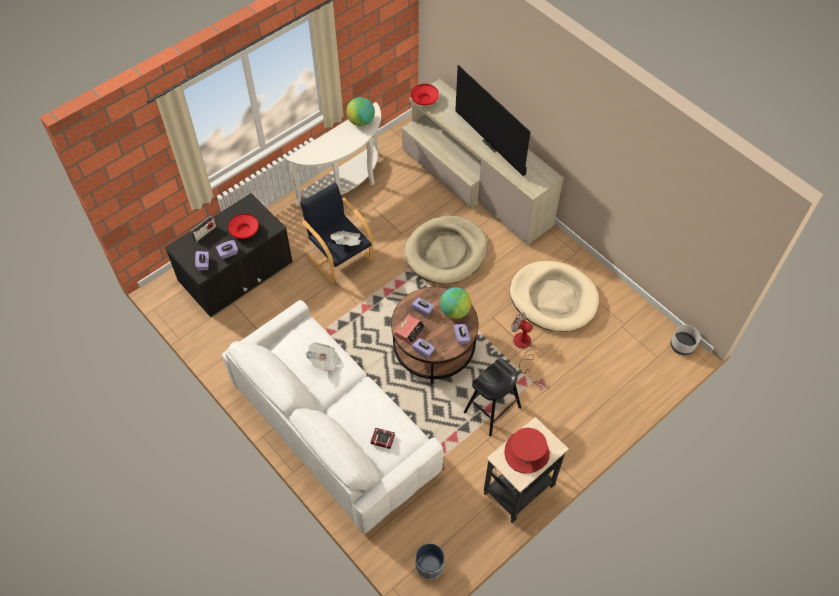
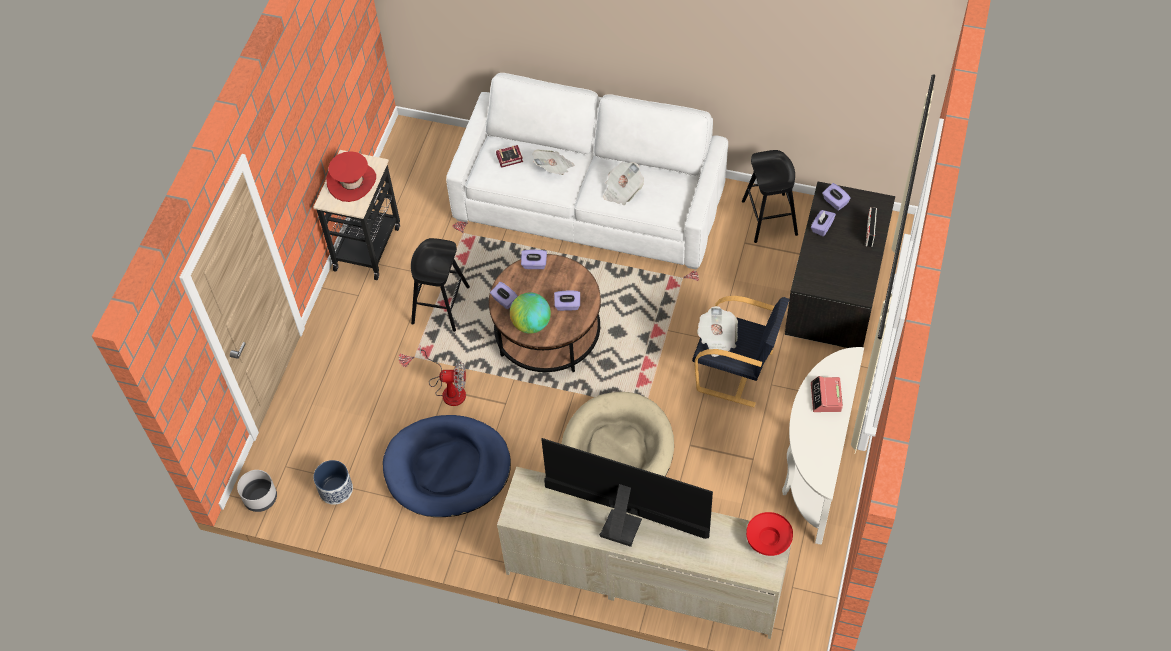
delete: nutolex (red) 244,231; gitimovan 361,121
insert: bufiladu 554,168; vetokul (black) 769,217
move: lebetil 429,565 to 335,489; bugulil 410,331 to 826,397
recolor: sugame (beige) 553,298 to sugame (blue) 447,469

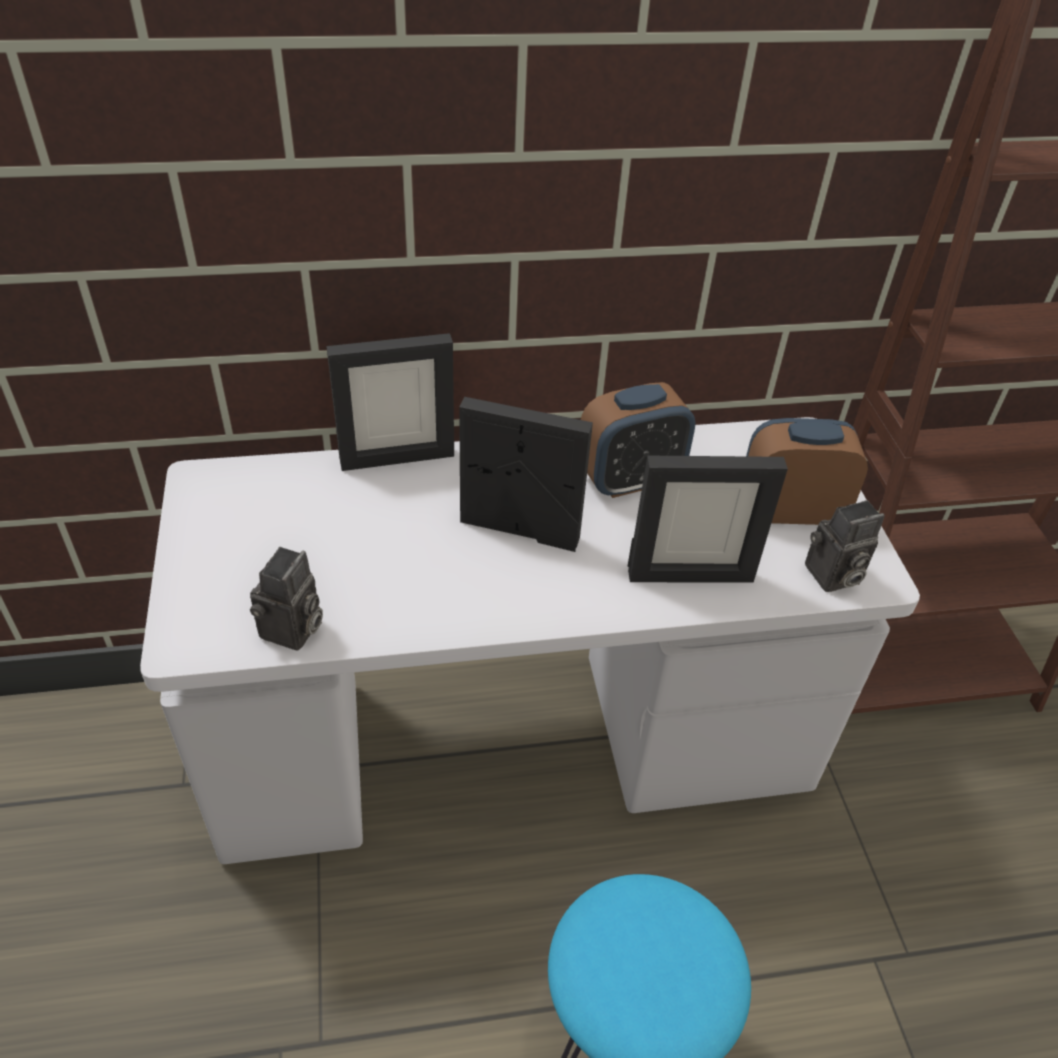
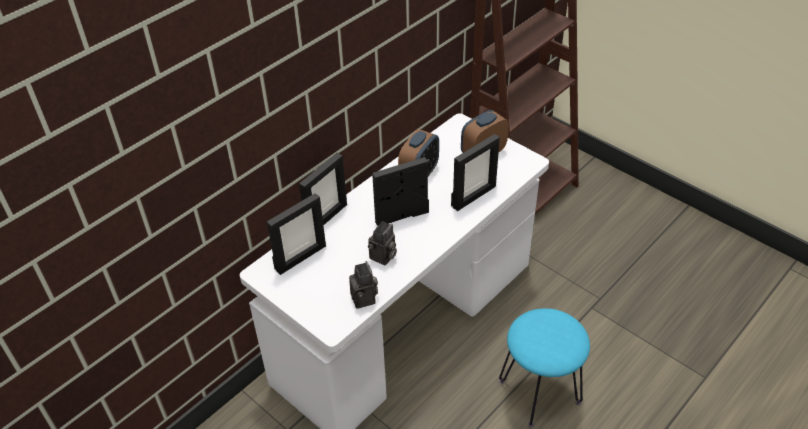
insert: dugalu 300,257
move: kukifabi 832,576 to 383,257

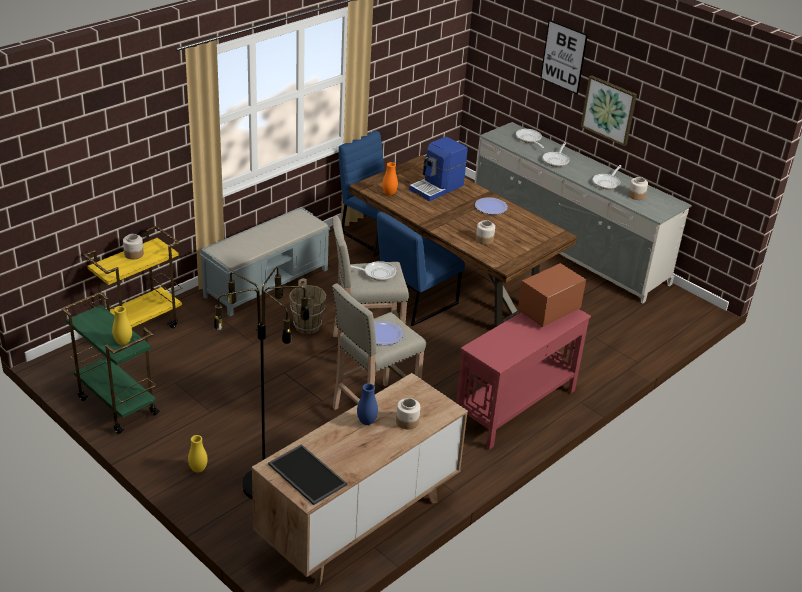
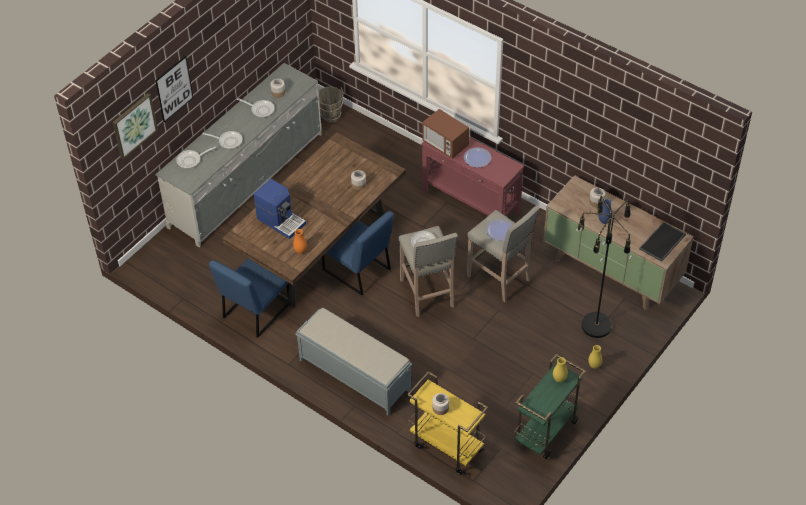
move: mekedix 609,110 to 134,125; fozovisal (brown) 307,326 to 331,115; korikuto 491,207 to 477,158

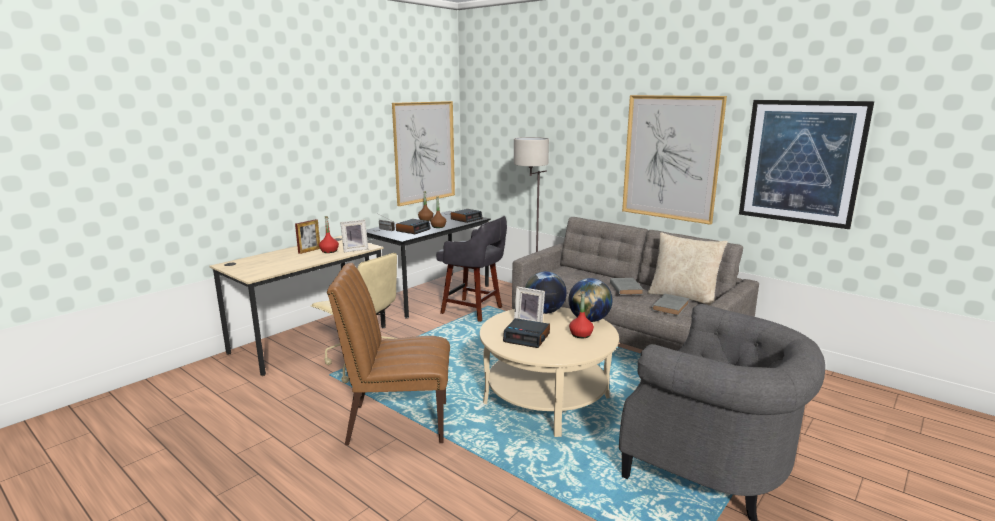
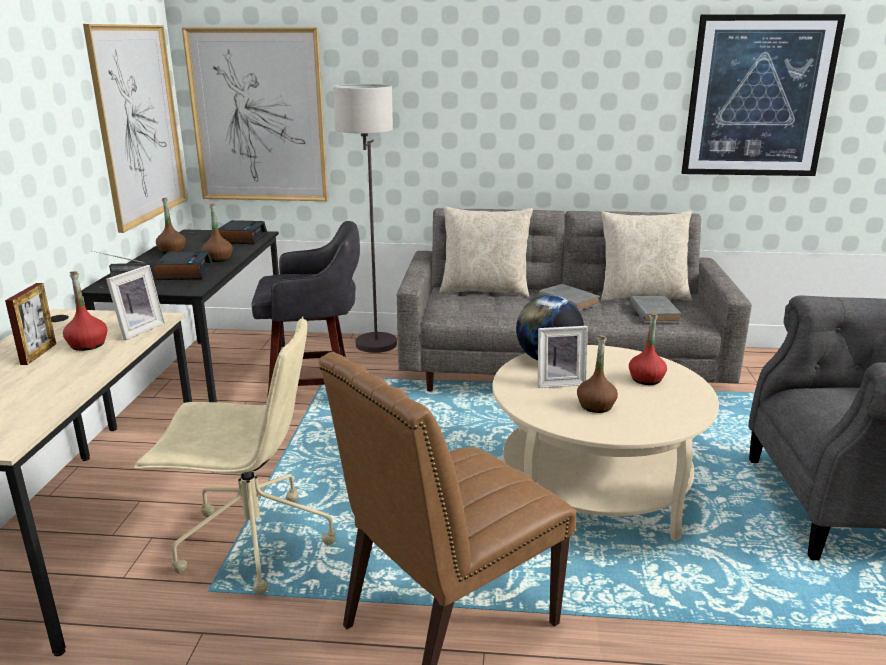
delete: gitimovan 589,320
insert: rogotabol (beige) 485,290
move: mekedix 671,158 to 258,116
replace: bugulil 527,338 to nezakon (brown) 596,406

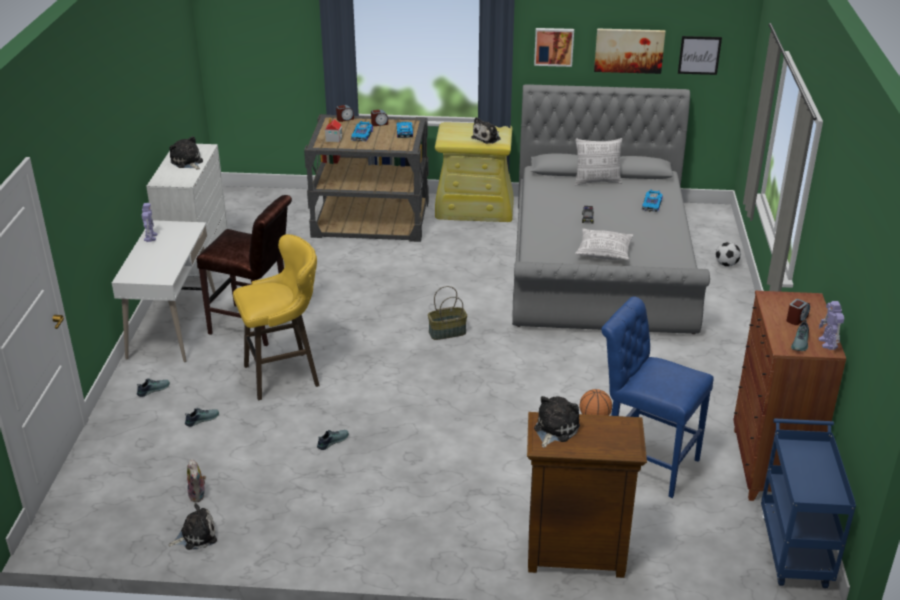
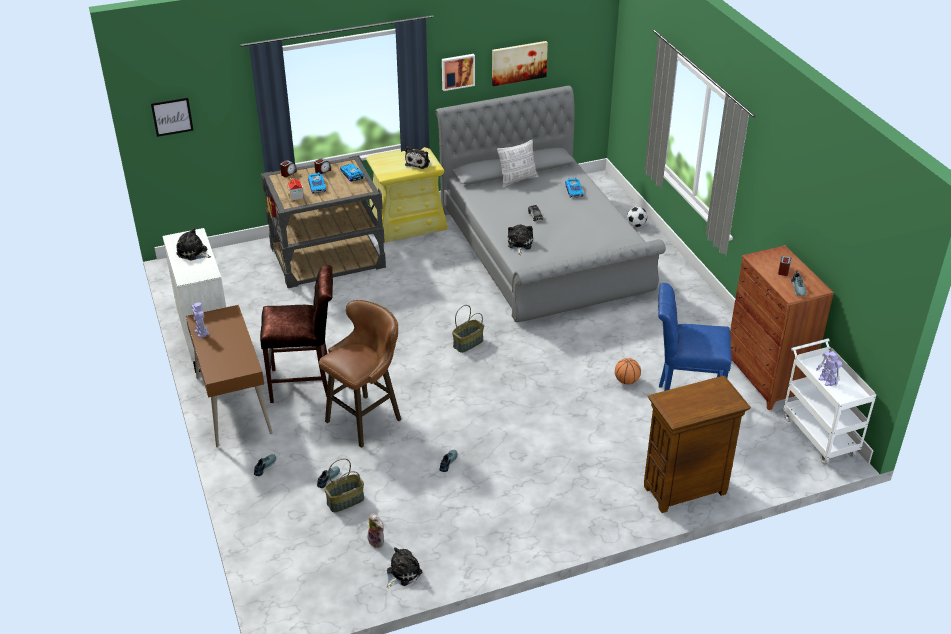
delete: rogotabol 604,252
insert: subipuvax 345,501
move: mekedix 699,55 to 172,116; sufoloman 554,429 to 519,244; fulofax 828,343 to 827,381
recolor: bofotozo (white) 172,326 to bofotozo (brown) 233,405; vetokul (yellow) 285,375 to vetokul (brown) 366,419; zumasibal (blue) 793,550 to zumasibal (white) 817,436

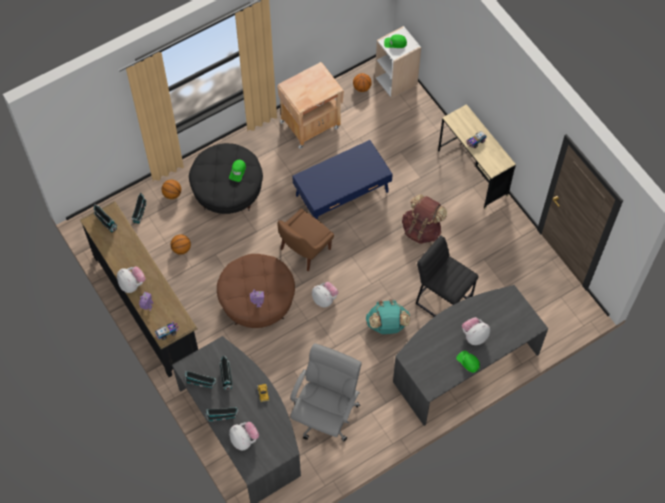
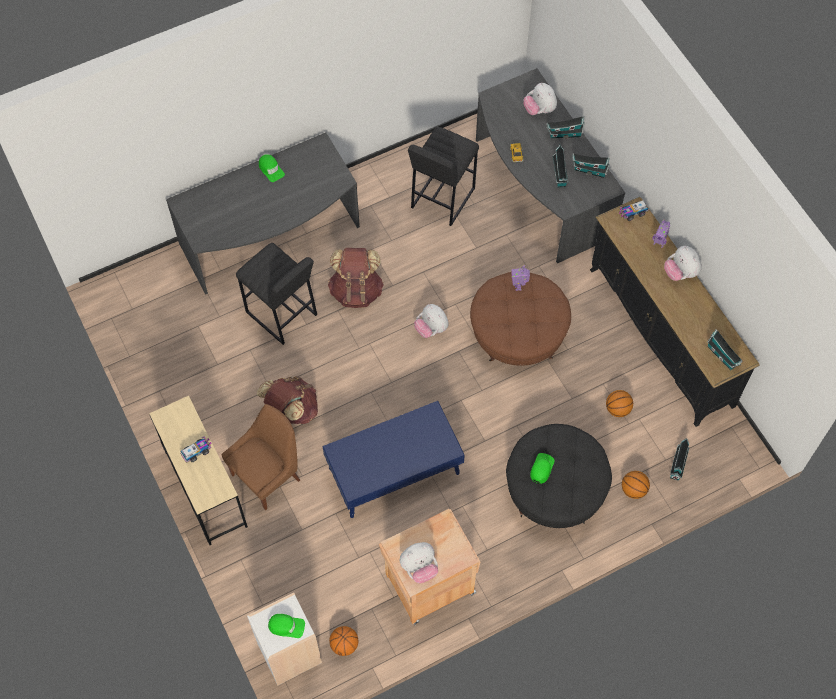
move: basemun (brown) 304,250 to 268,475; sufoloman 474,336 to 419,567
replace: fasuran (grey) 325,413 to vetokul (black) 442,199
recolor: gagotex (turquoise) 387,325 to gagotex (brown) 356,291

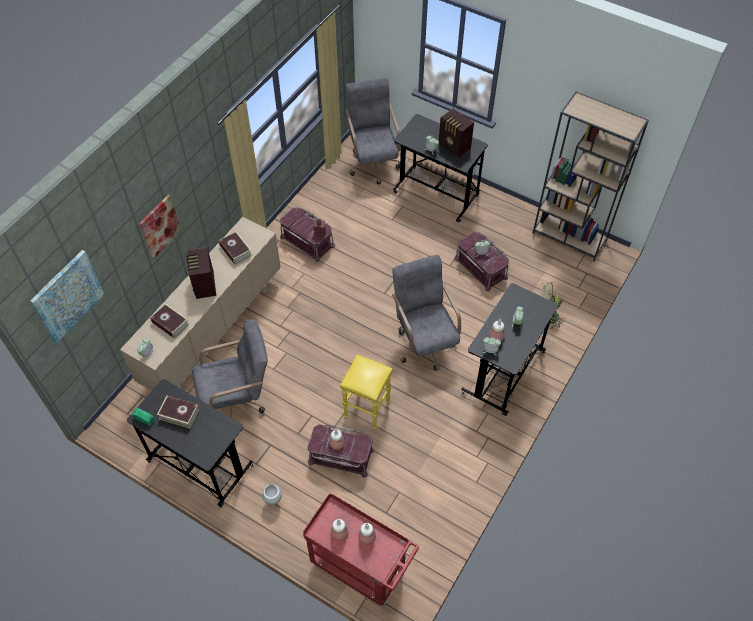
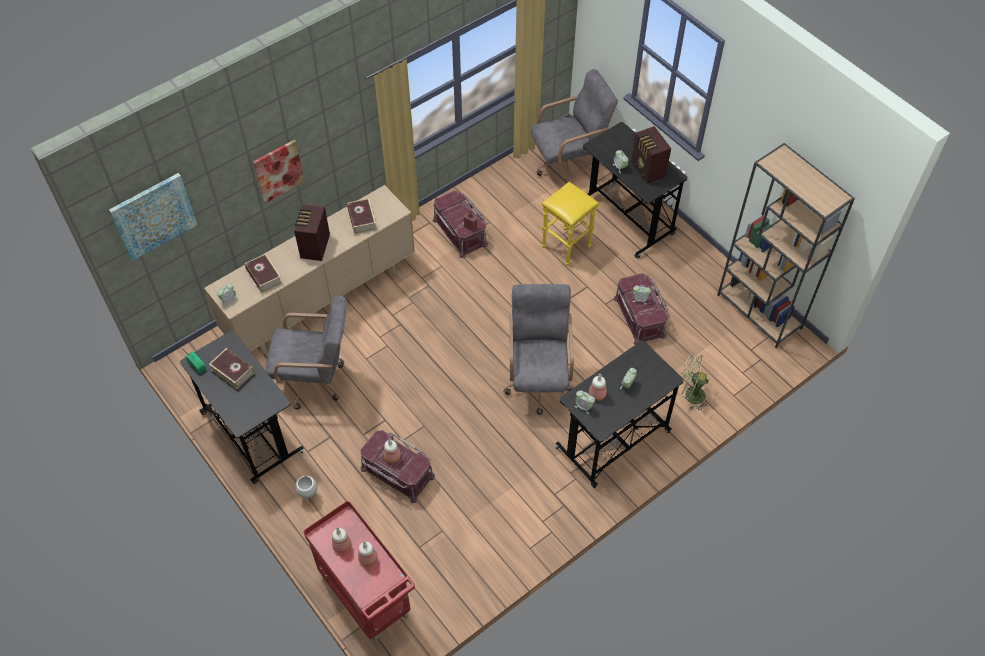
move: vetokul (yellow) 365,409 to 565,246
rotate: fasuran (grey) 372,164 = 569,166 60 degrees clockwise

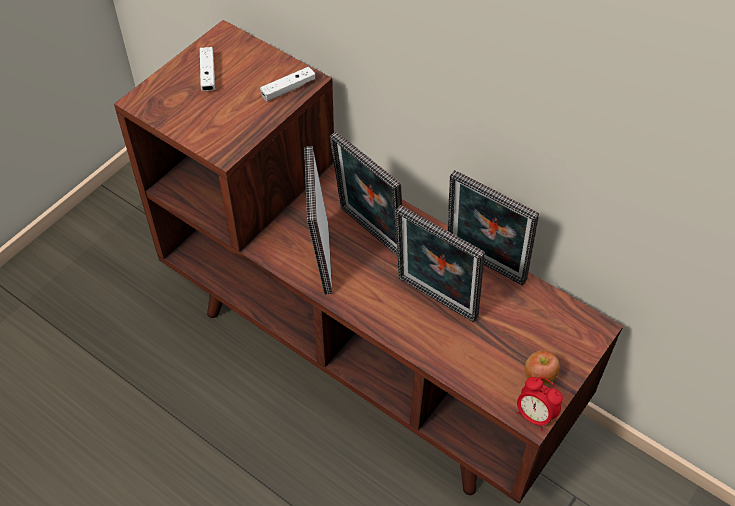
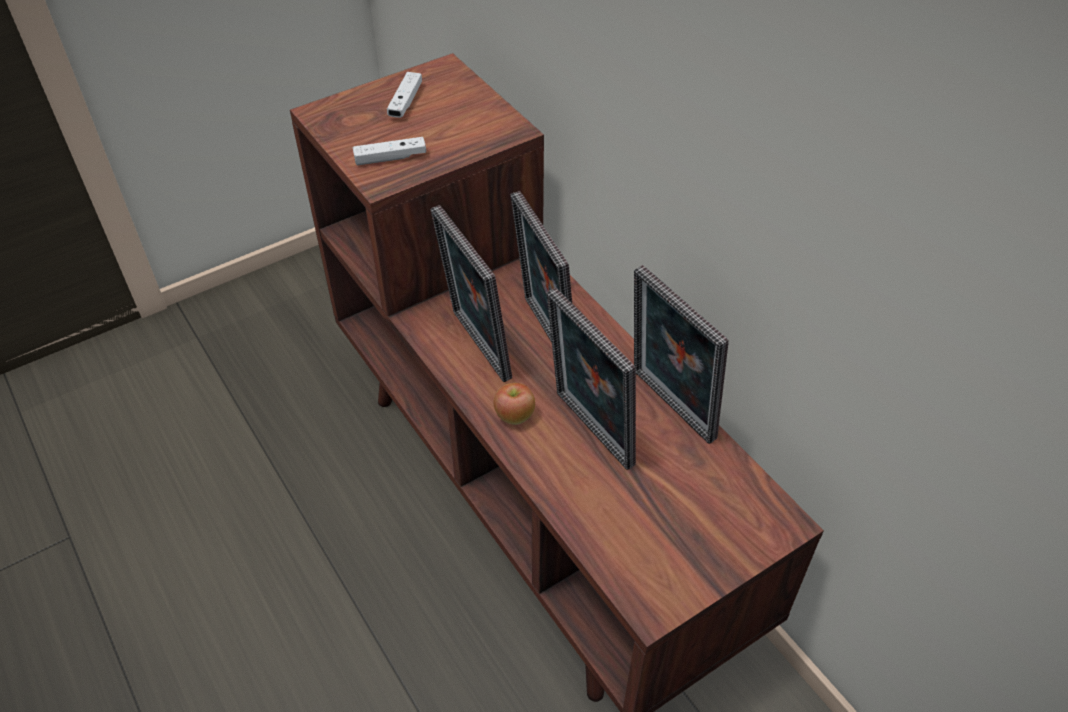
delete: bugulil 534,415
move: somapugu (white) 288,89 to 390,158; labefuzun 539,376 to 514,416
rotate: dugalu 320,258 = 475,347 45 degrees counterclockwise

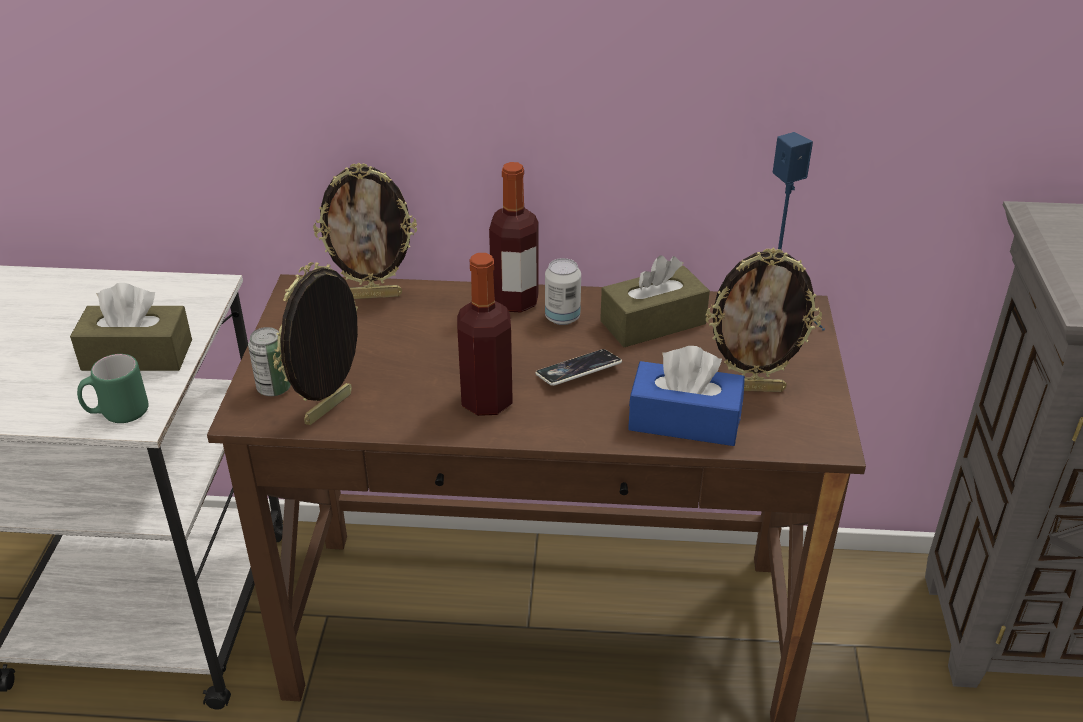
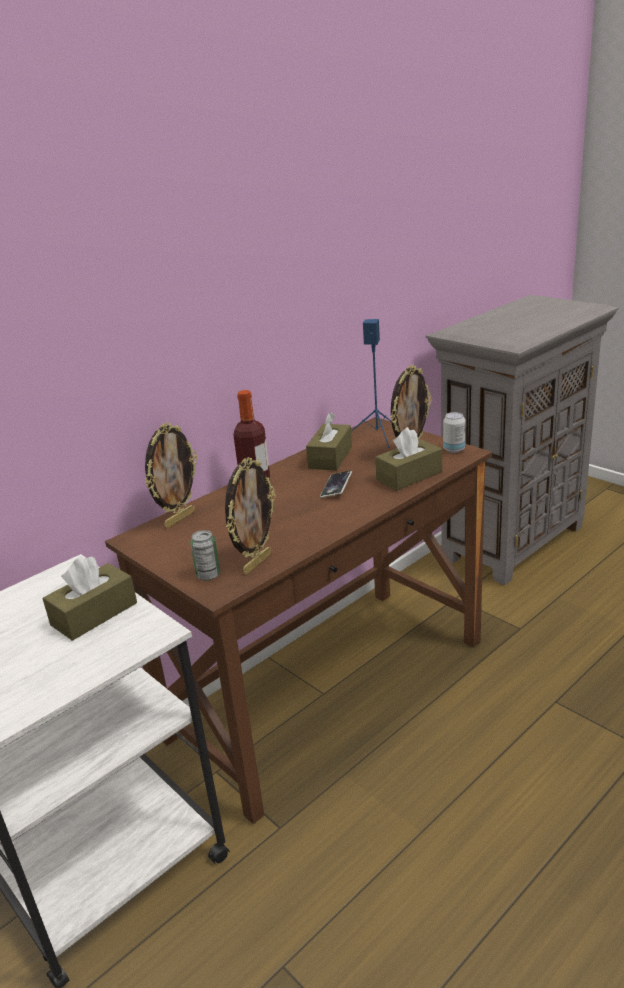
delete: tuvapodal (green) 117,414; nezakon 487,401
move: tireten 562,317 to 454,449
recolor: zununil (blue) 684,420 to zununil (brown) 409,476
rotate: dugalu 330,410 = 256,563 135 degrees counterclockwise

